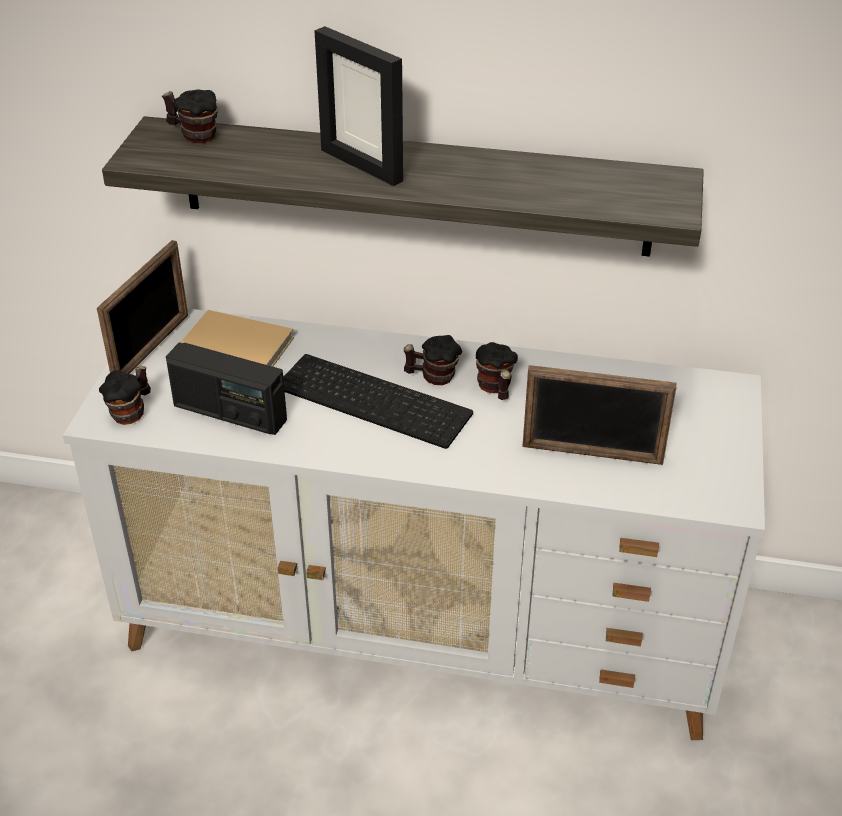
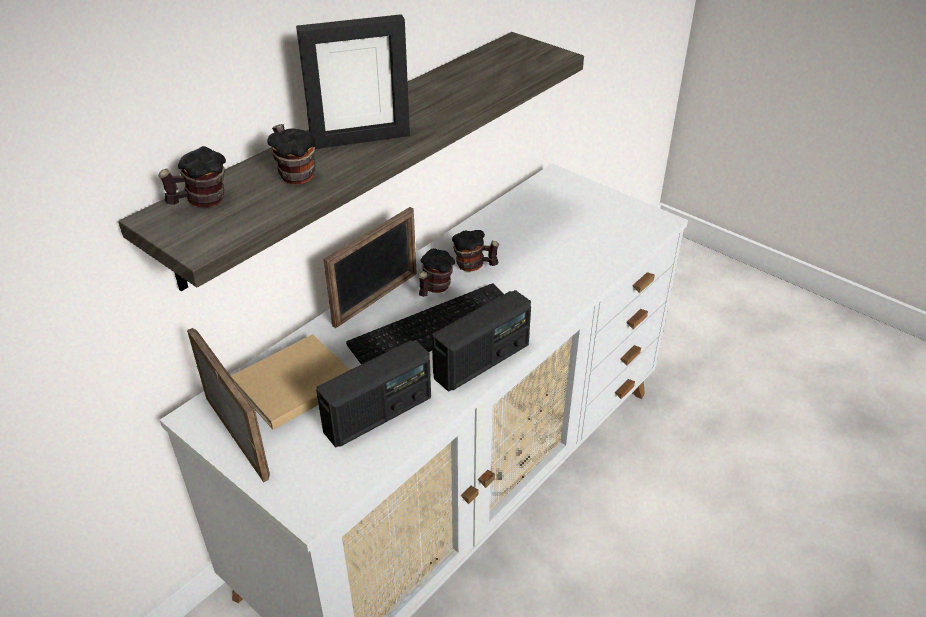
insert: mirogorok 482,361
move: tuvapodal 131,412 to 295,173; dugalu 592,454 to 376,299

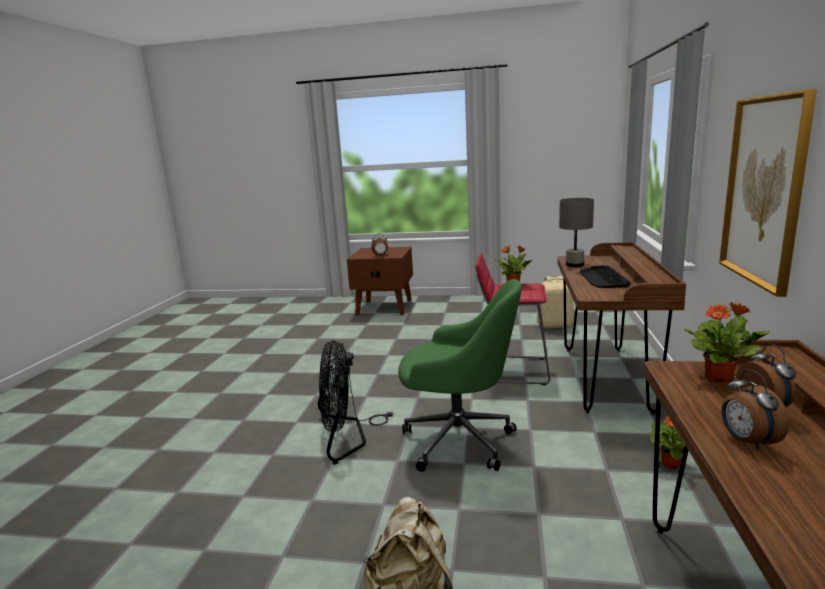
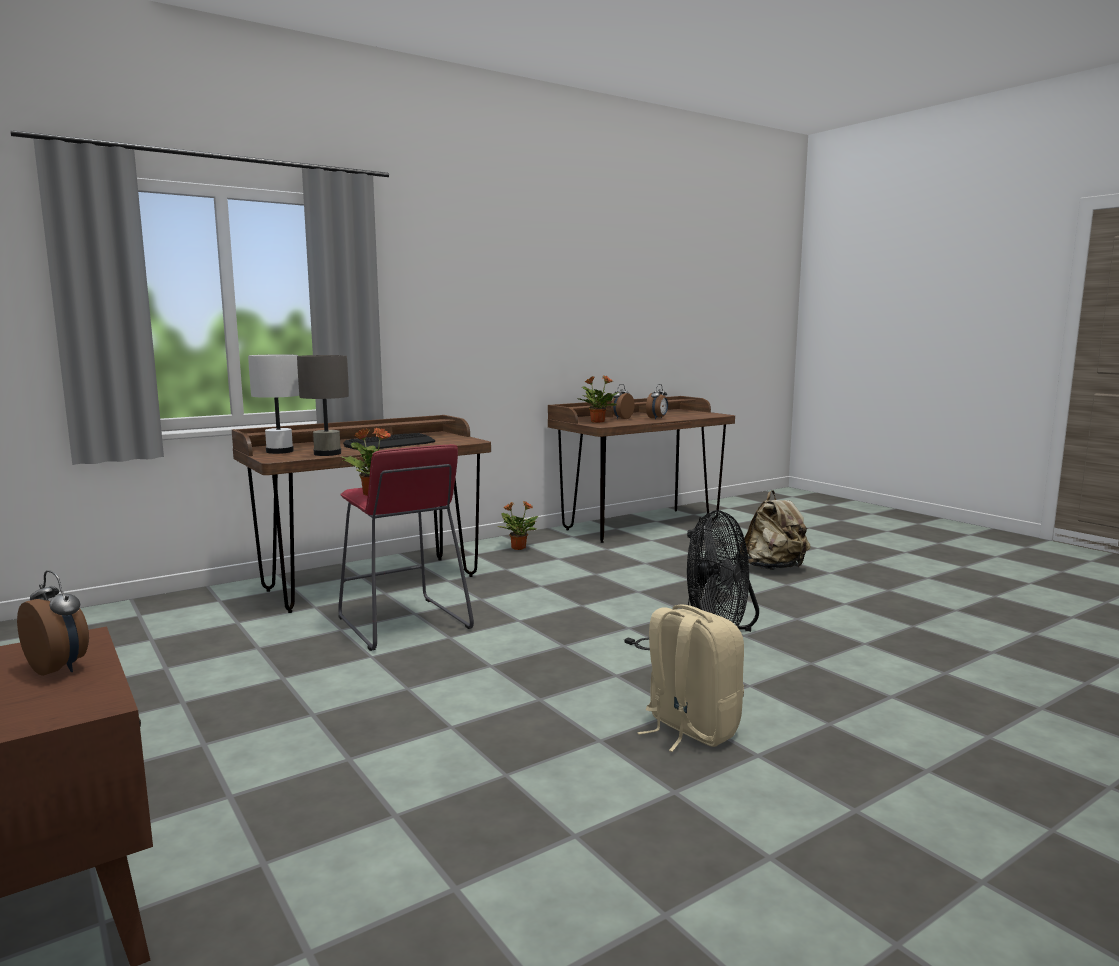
delete: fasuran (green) 460,441; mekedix 764,190
insert: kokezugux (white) 279,451
move: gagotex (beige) 555,325 to 689,729

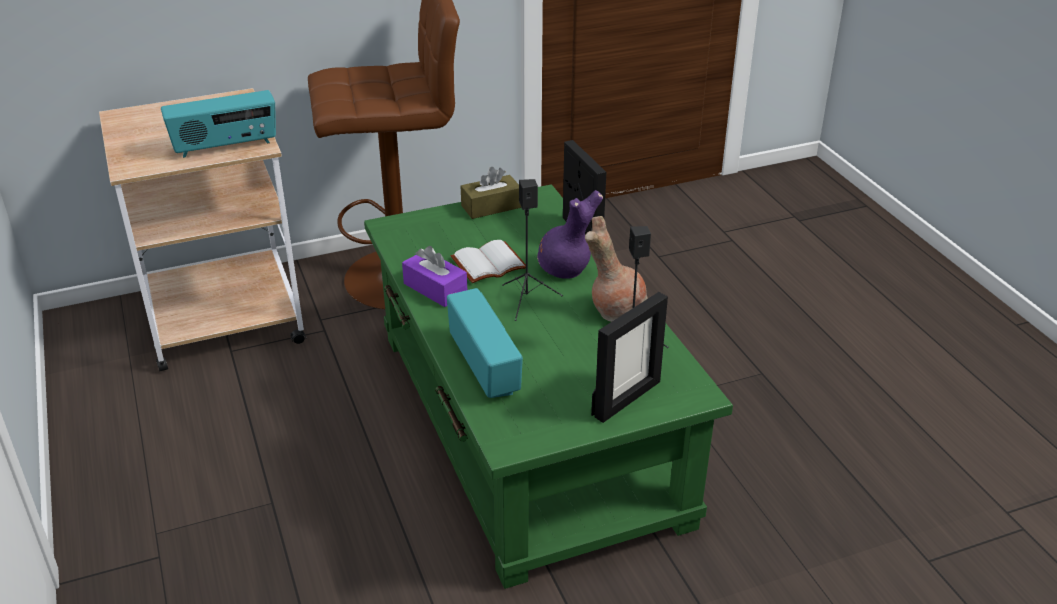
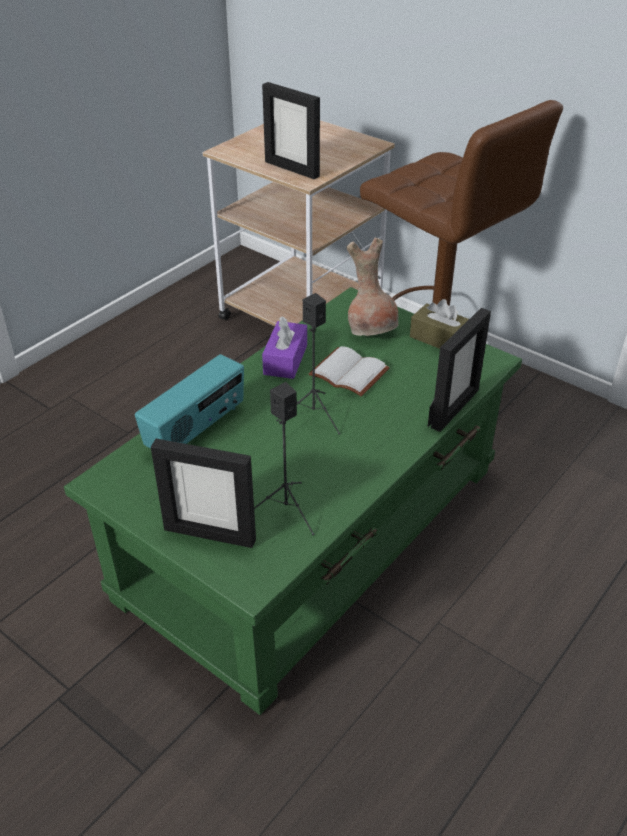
delete: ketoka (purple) 565,270
move: ketoka (brown) 616,311 to 372,331
replace: mirogorok 225,146 to dugalu 292,168

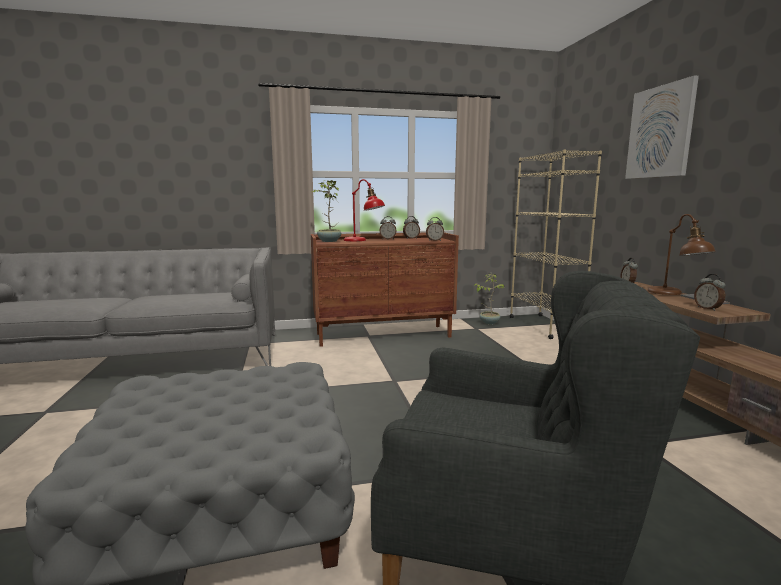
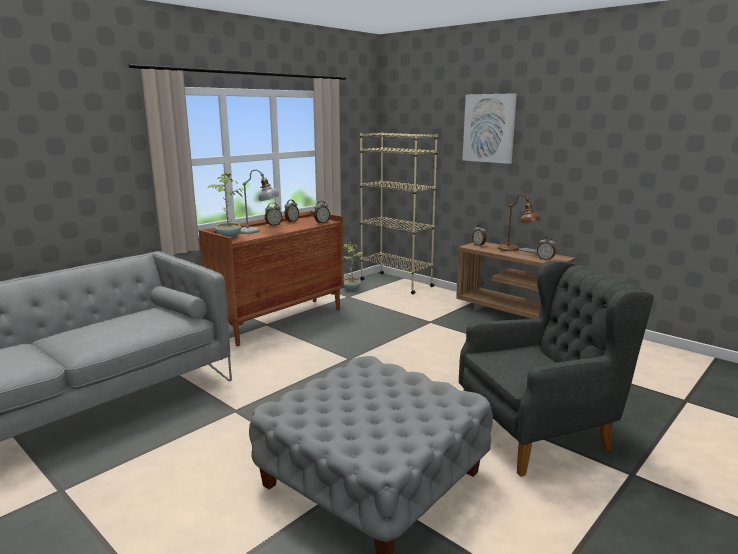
recolor: kokezugux (red) 363,240 to kokezugux (grey) 258,231

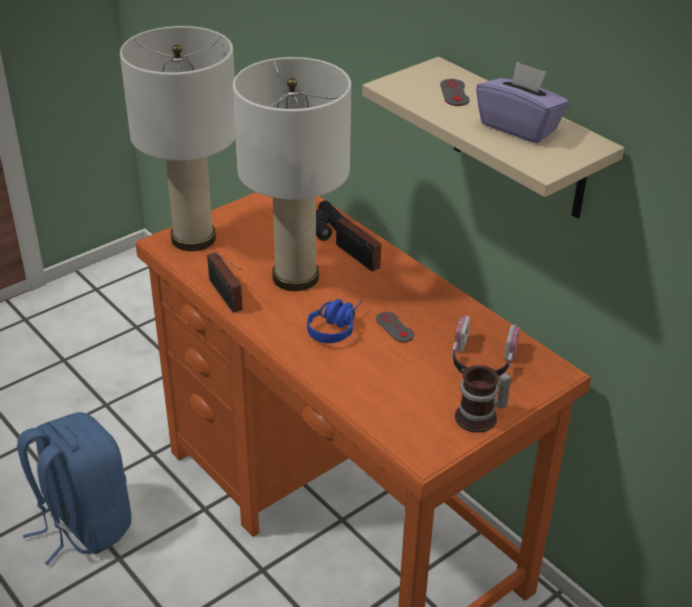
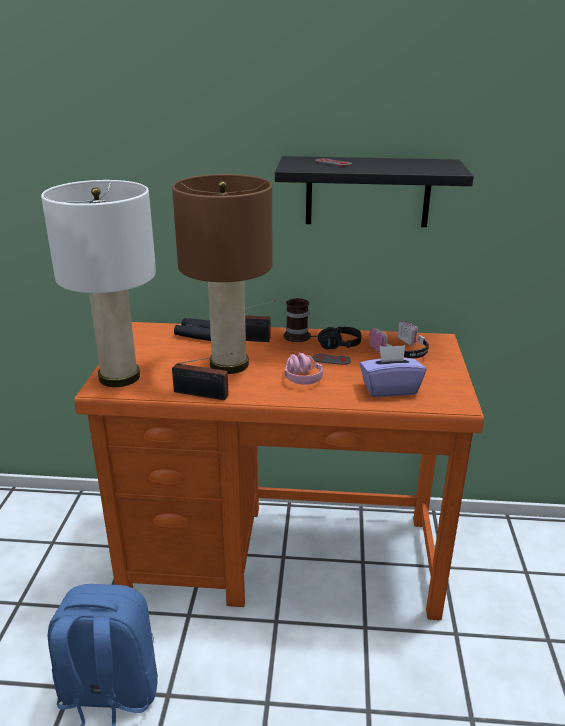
insert: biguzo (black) 334,346
move: tuvapodal 480,418 to 299,335; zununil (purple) 519,127 to 389,389
recolor: kokezugux (white) 296,277 to kokezugux (brown) 229,364; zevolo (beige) 519,140 to zevolo (black) 367,192; biguzo (blue) 336,326 to biguzo (pink) 300,375

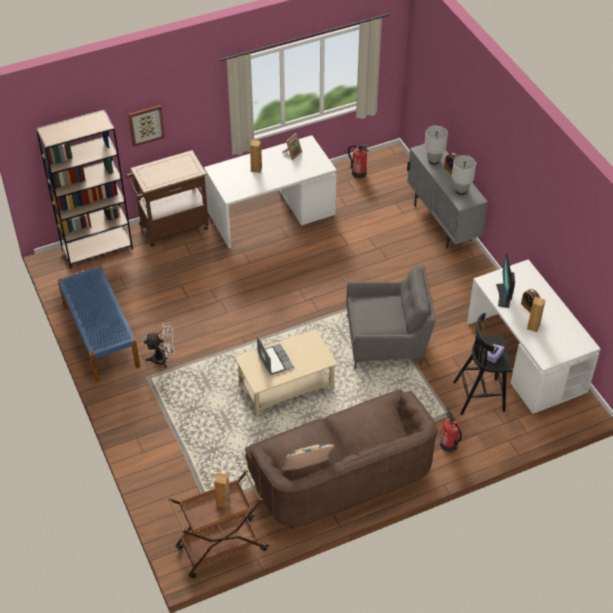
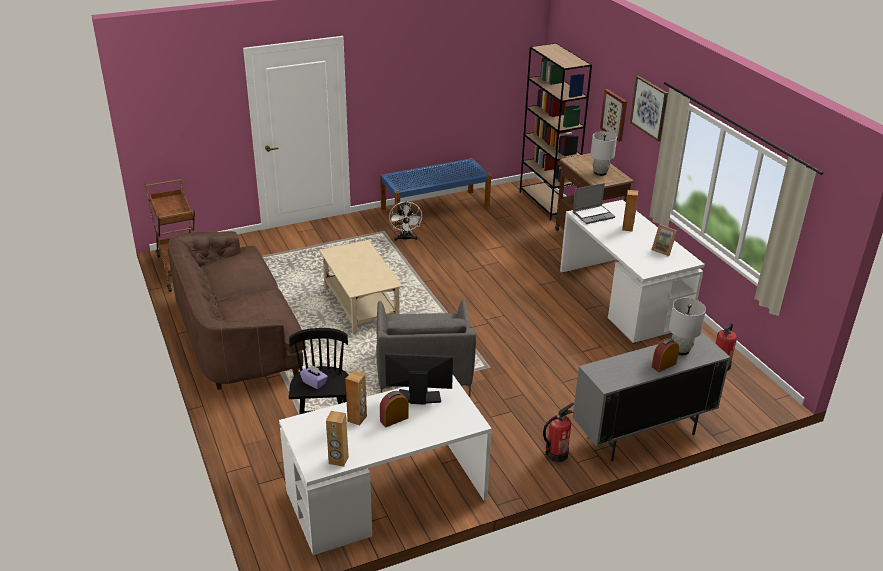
delete: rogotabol 307,470
insert: mekedix 649,108
move: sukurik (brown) 223,502 to 338,460; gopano 449,445 to 556,454; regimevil 274,360 to 593,215; kokezugux (white) 461,191 to 600,173

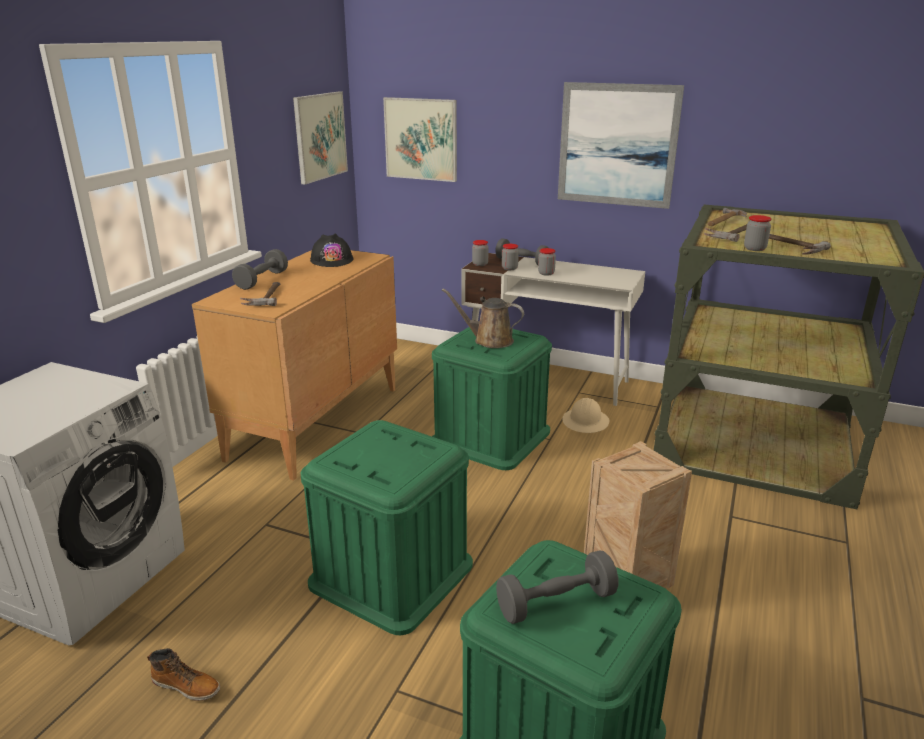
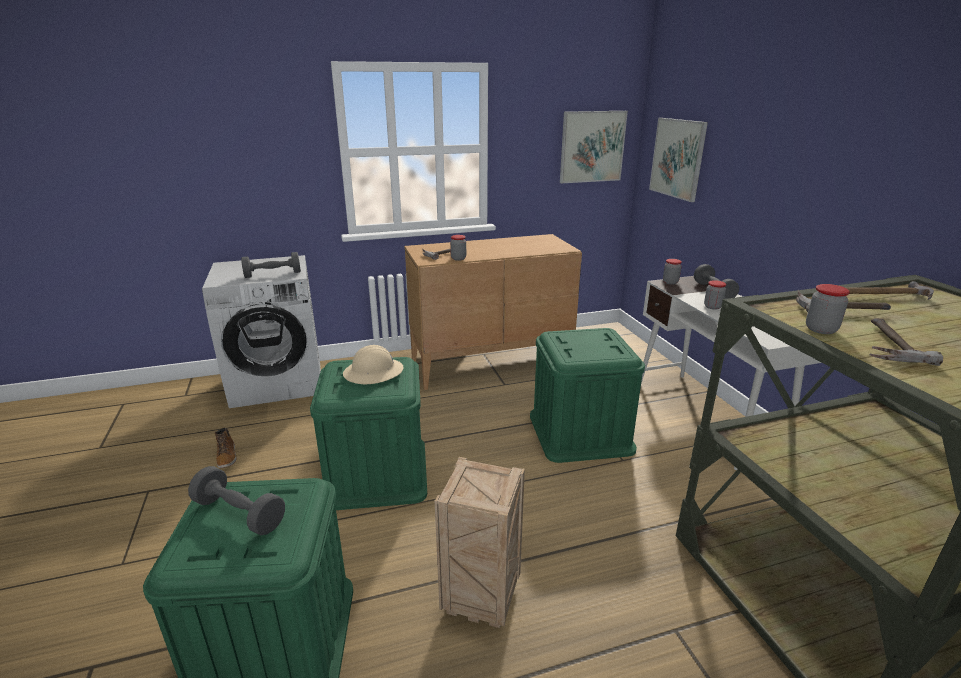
delete: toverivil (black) 332,260; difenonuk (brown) 489,340; mekedix 617,145
move: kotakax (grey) 262,280 to 273,274; toverivil (beige) 585,422 to 373,372; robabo 509,268 to 458,258

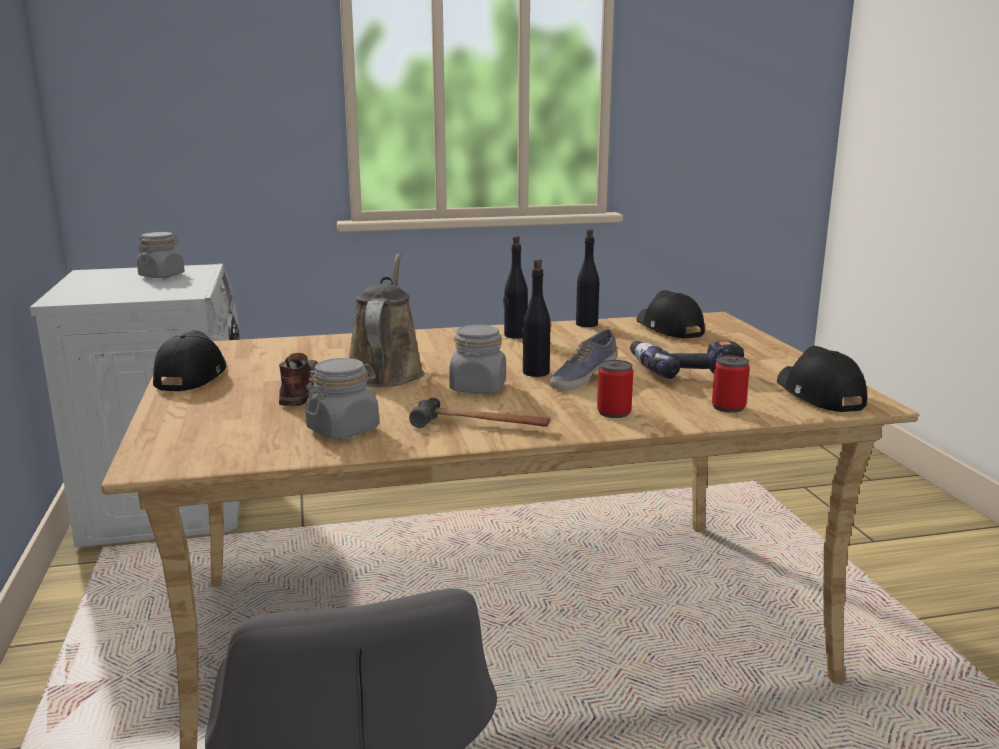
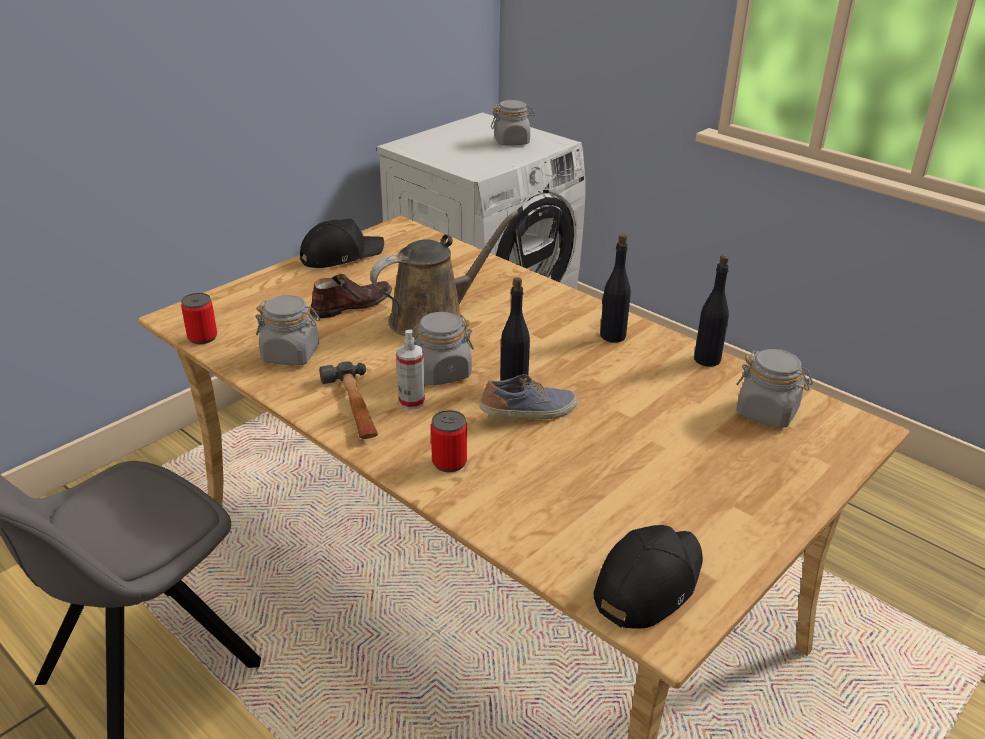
delete: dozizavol 684,371
insert: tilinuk 411,402
move: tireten 728,407 to 202,337
replace: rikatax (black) 668,329 to robabo (grey) 767,412
rotate: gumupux 582,377 = 529,414 150 degrees clockwise

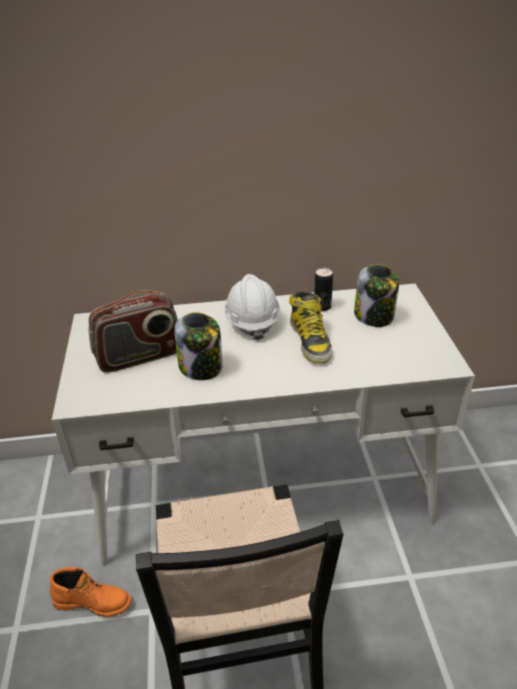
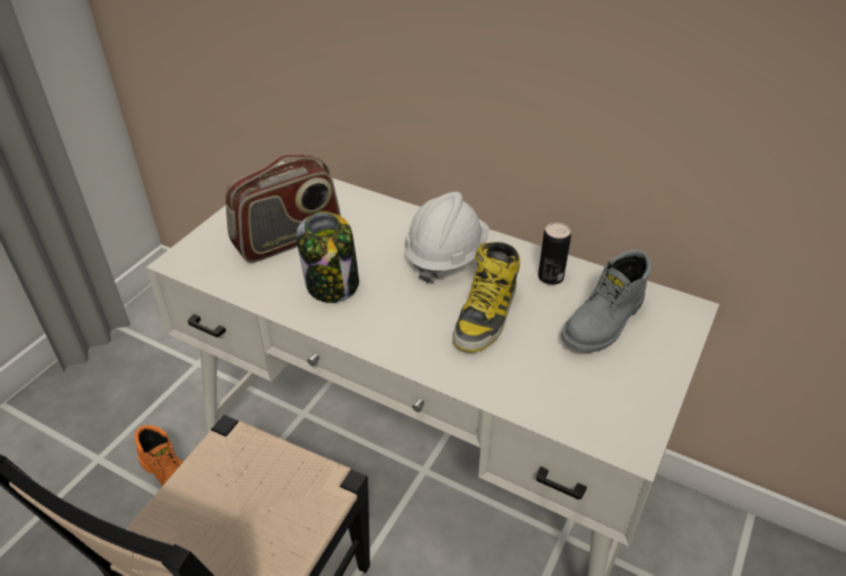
replace: robabo 374,316 to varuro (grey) 604,323
rotate: mirogorok 139,356 = 288,240 45 degrees counterclockwise

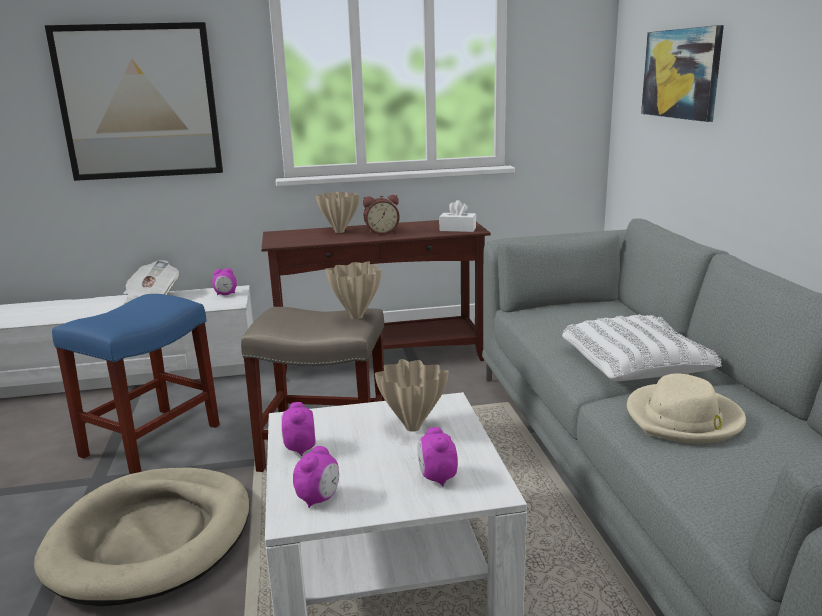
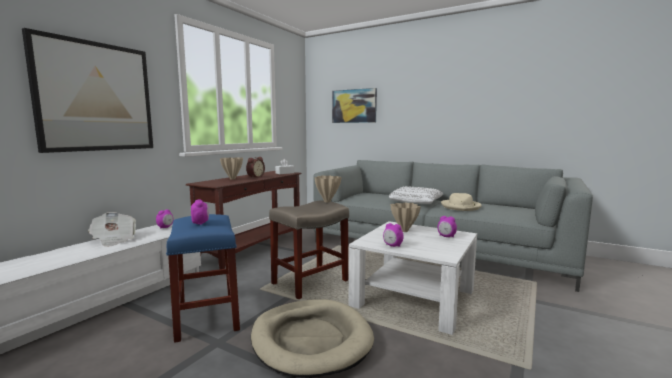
move: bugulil 319,499 to 200,223

